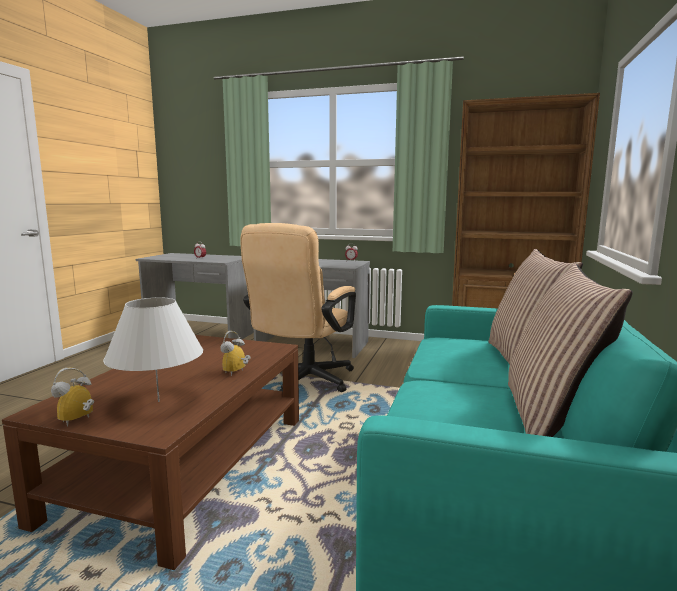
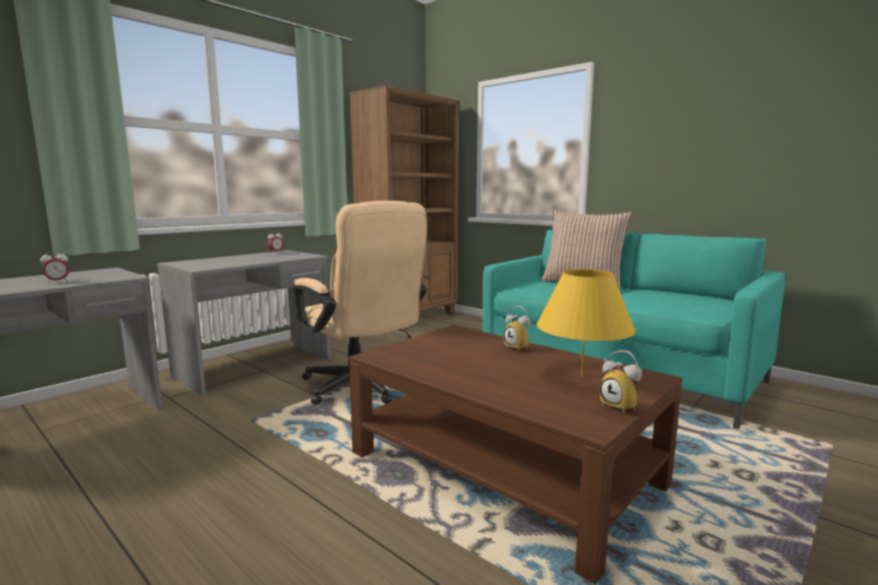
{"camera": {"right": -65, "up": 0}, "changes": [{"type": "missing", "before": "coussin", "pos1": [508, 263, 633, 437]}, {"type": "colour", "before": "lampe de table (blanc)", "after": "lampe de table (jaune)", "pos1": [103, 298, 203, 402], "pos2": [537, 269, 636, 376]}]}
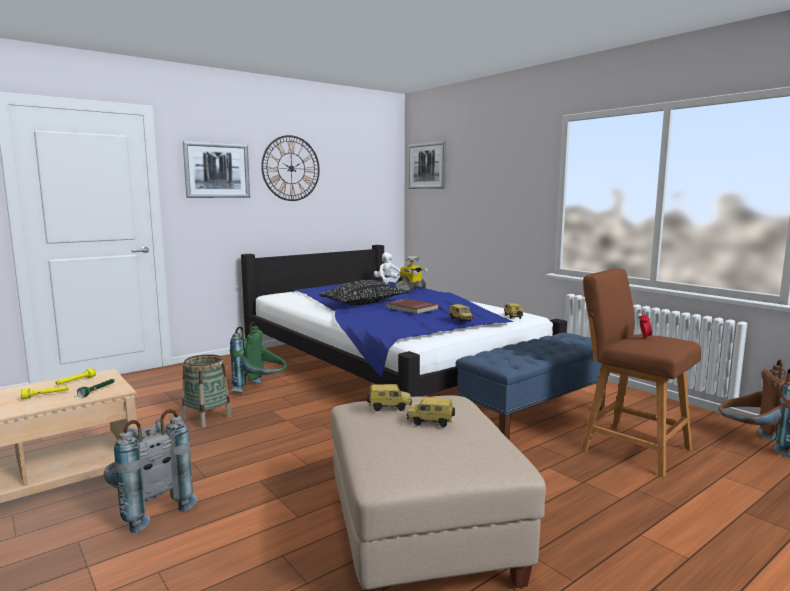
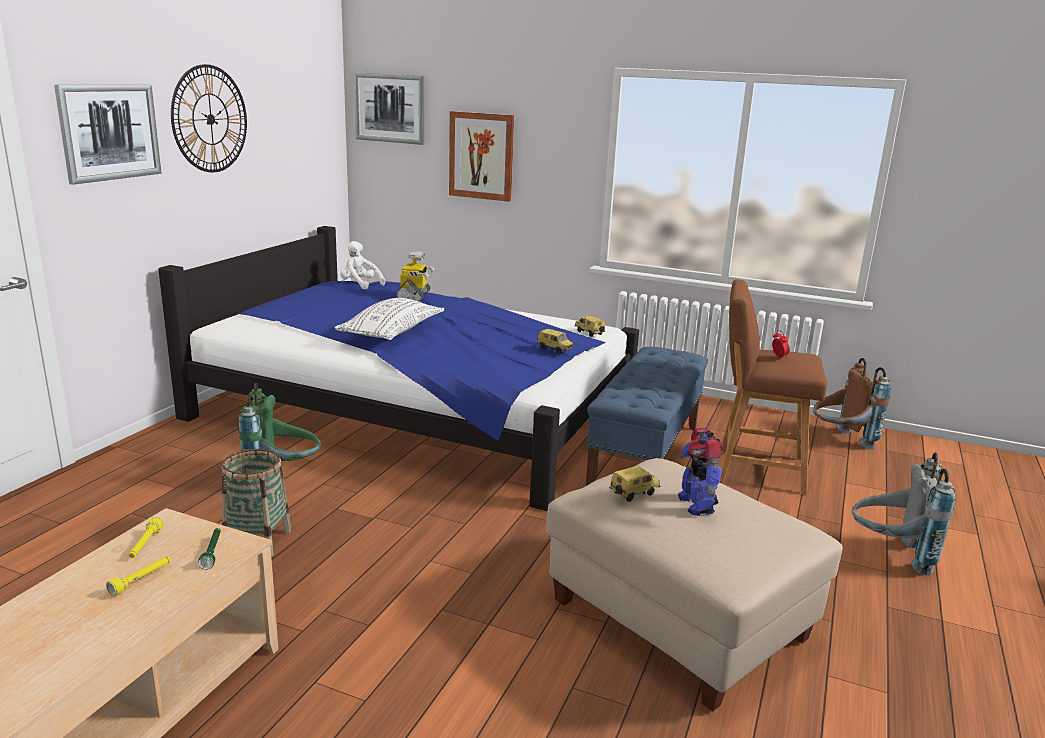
{"camera": {"right": -30, "up": 10}, "changes": [{"type": "colour", "before": "coussin (noir)", "after": "coussin (blanc)", "pos1": [319, 280, 408, 305], "pos2": [334, 298, 444, 340]}, {"type": "missing", "before": "livre (rouge)", "pos1": [386, 299, 439, 314]}, {"type": "exchanged", "before": "petite voiture", "after": "robot jouet", "pos1": [407, 397, 455, 428], "pos2": [678, 428, 723, 516]}, {"type": "relocated", "before": "sac à dos (gris)", "pos1": [104, 409, 197, 533], "pos2": [852, 453, 956, 575]}, {"type": "appeared", "after": "tableau", "pos2": [449, 111, 514, 202]}]}
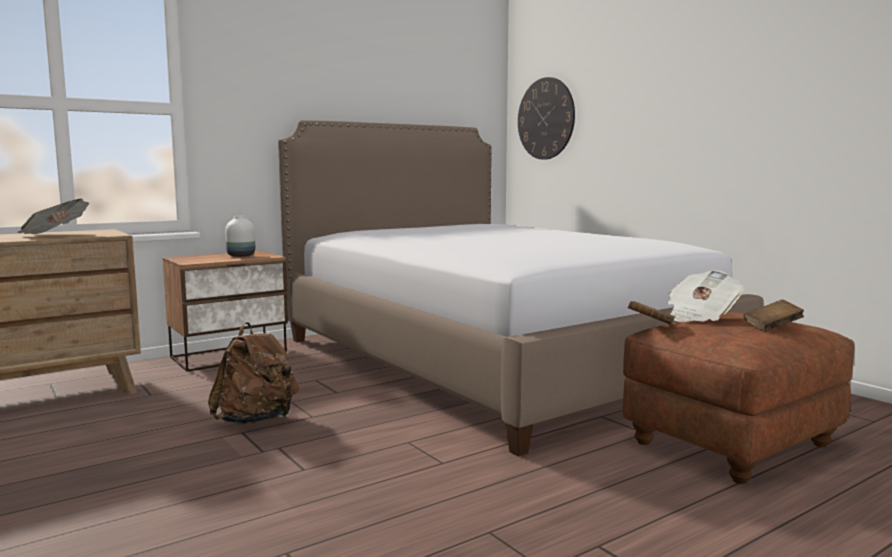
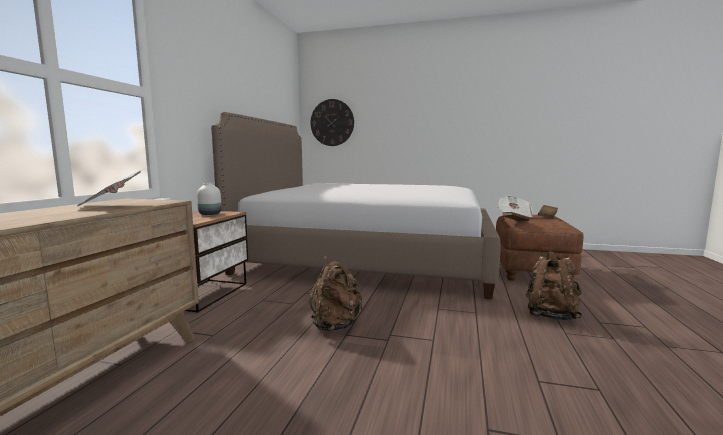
{"camera": {"right": -40, "up": 0}, "changes": [{"type": "appeared", "after": "sac à dos (marron)", "pos2": [525, 252, 582, 320]}]}
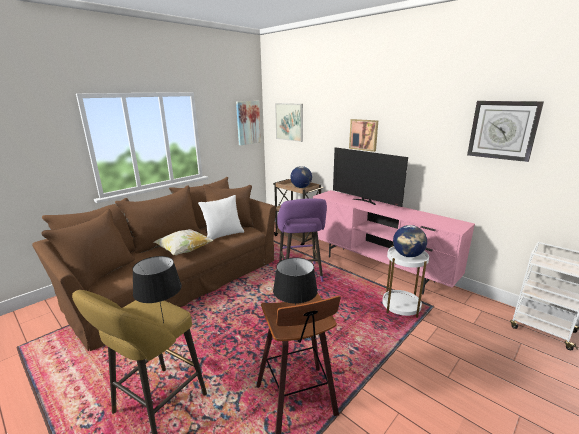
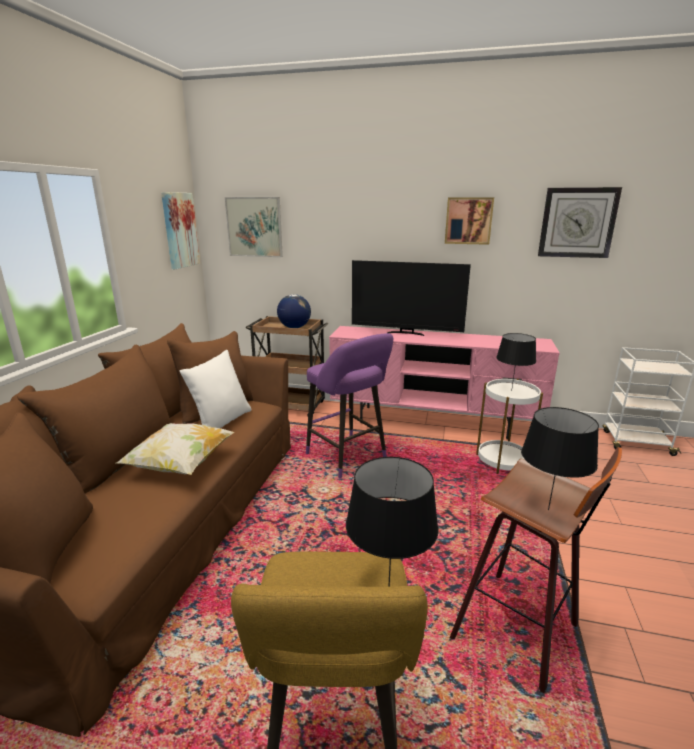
{"camera": {"right": -30, "up": 0}, "changes": [{"type": "relocated", "before": "tableau", "pos1": [349, 119, 378, 152], "pos2": [445, 197, 494, 245]}, {"type": "exchanged", "before": "globe", "after": "lampe de table (noir)", "pos1": [393, 225, 427, 257], "pos2": [496, 333, 536, 391]}]}
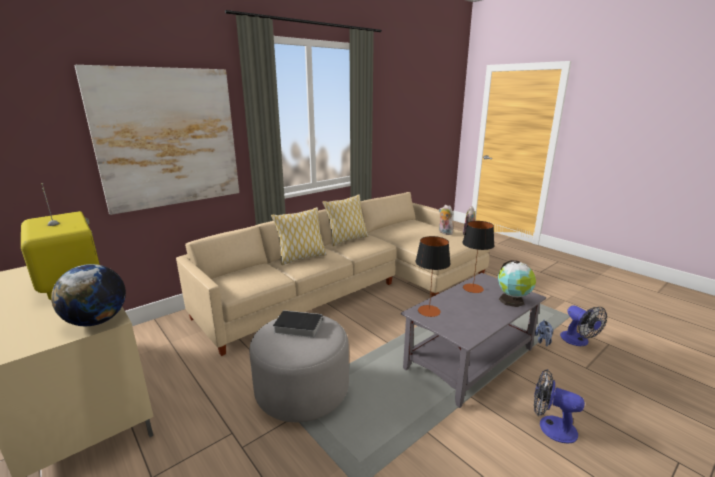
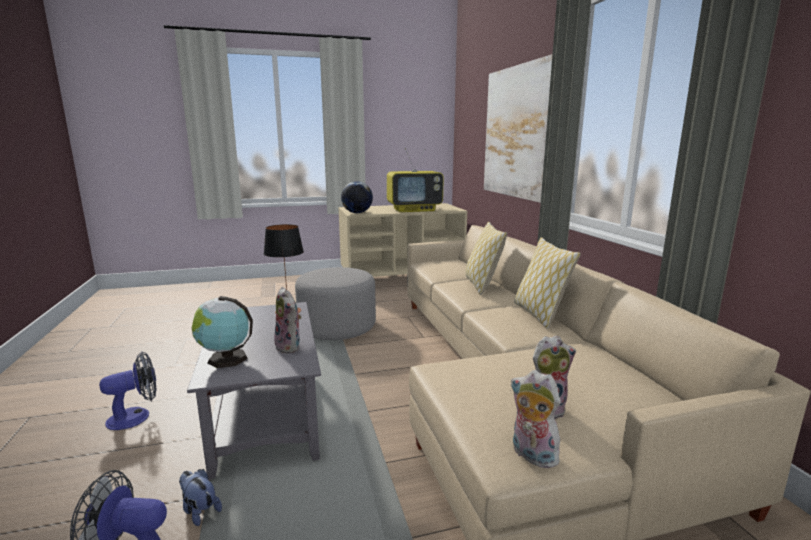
{"camera": {"right": 115, "up": -5}, "changes": [{"type": "exchanged", "before": "lampe de table", "after": "peluche", "pos1": [462, 221, 494, 293], "pos2": [274, 287, 301, 353]}, {"type": "missing", "before": "livre", "pos1": [273, 310, 323, 338]}]}
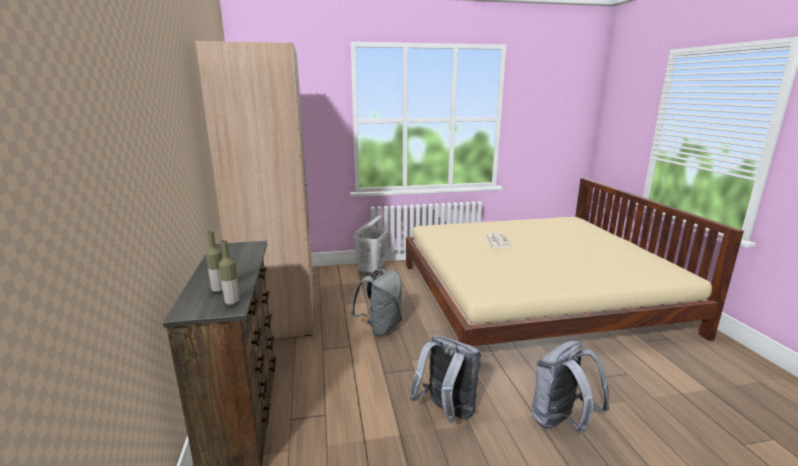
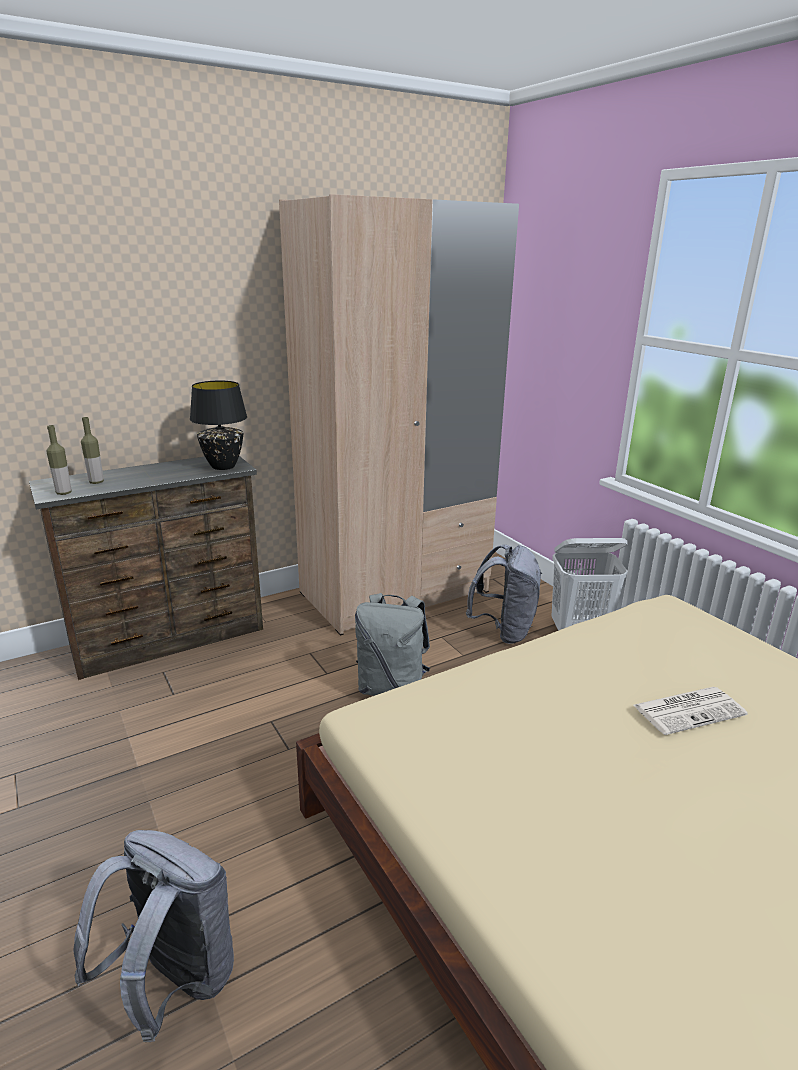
{"camera": {"right": 70, "up": 5}, "changes": [{"type": "relocated", "before": "sac à dos (gris)", "pos1": [409, 335, 481, 423], "pos2": [466, 544, 542, 644]}, {"type": "appeared", "after": "lampe de table (noir)", "pos2": [190, 381, 247, 470]}]}
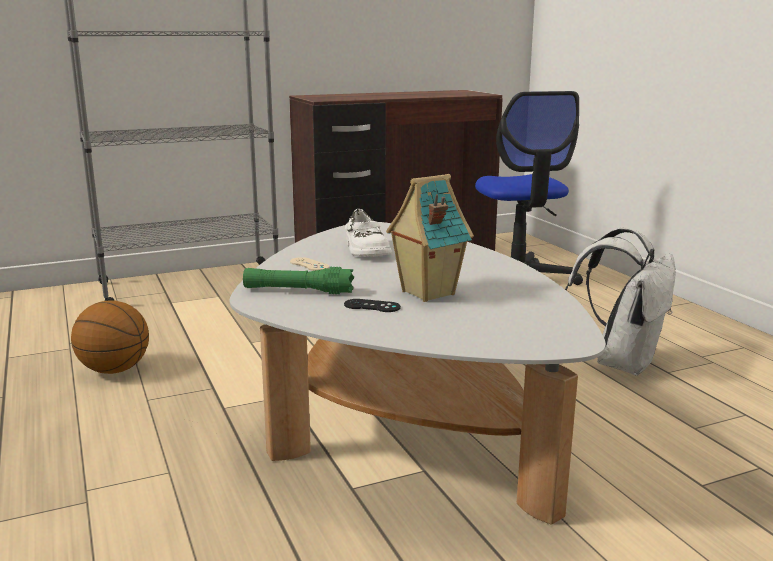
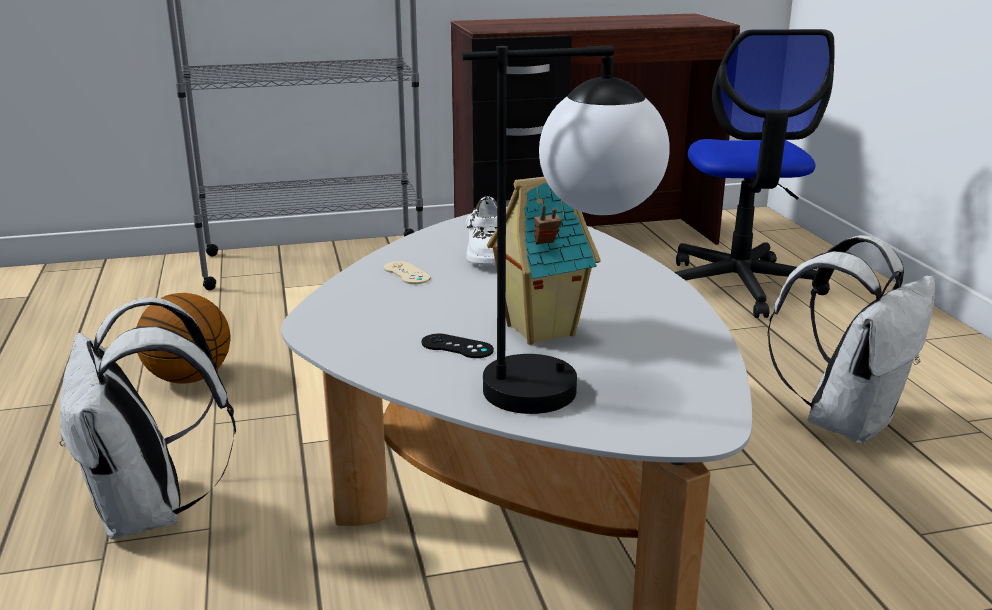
{"camera": {"right": 10, "up": 5}, "changes": [{"type": "missing", "before": "lampe de poche (vert)", "pos1": [243, 267, 354, 294]}, {"type": "appeared", "after": "lampe de table", "pos2": [462, 46, 670, 414]}, {"type": "appeared", "after": "sac à dos (blanc)", "pos2": [59, 297, 236, 539]}]}
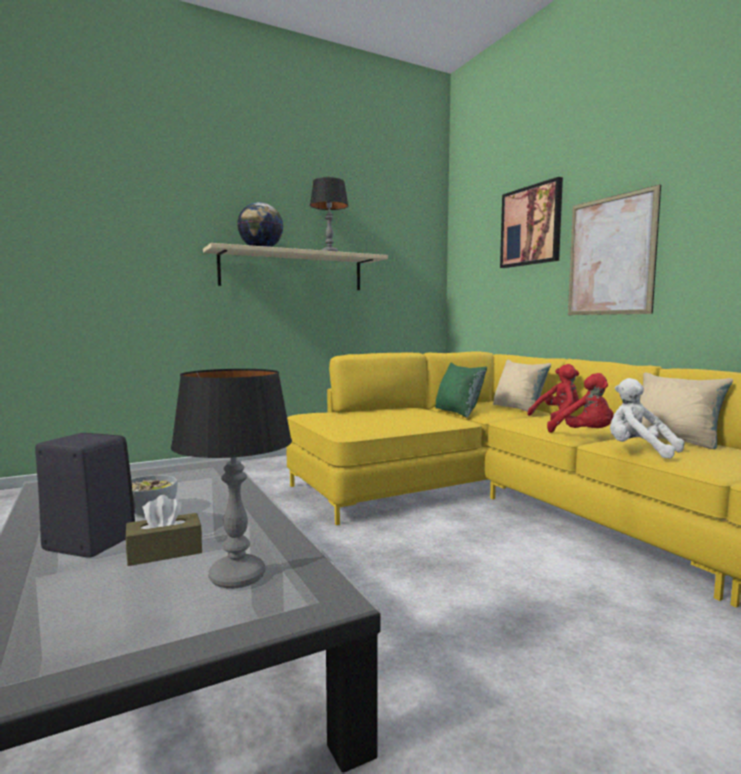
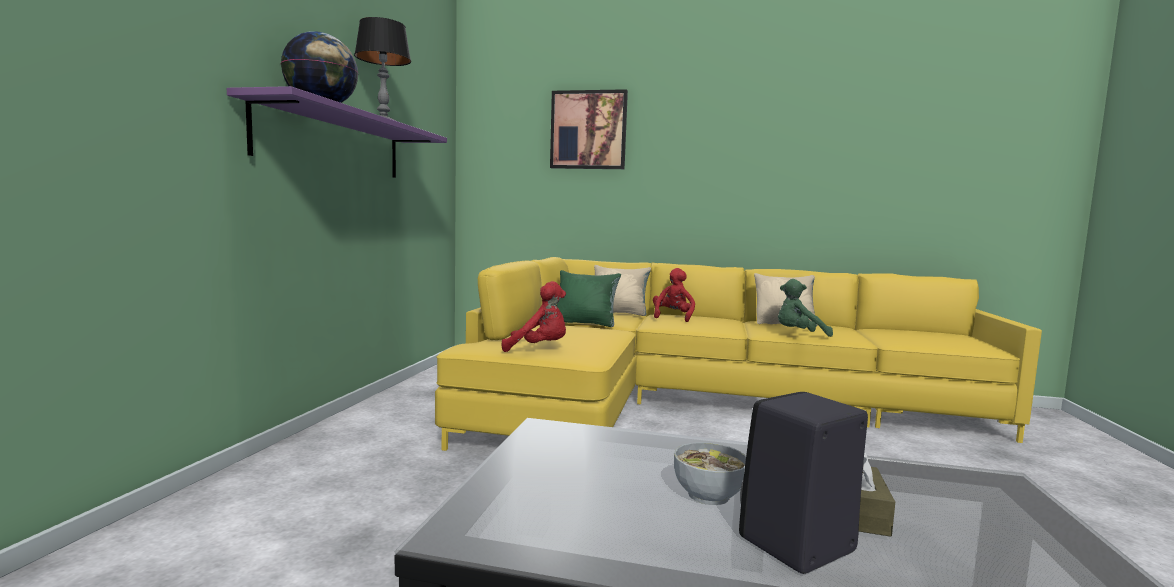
{"camera": {"right": -50, "up": 0}, "changes": [{"type": "missing", "before": "tableau", "pos1": [568, 184, 661, 315]}, {"type": "colour", "before": "étagère (beige)", "after": "étagère (violet)", "pos1": [203, 243, 388, 290], "pos2": [227, 86, 447, 178]}, {"type": "missing", "before": "lampe de table", "pos1": [171, 369, 292, 589]}, {"type": "relocated", "before": "peluche (rouge)", "pos1": [547, 373, 614, 433], "pos2": [502, 281, 566, 352]}, {"type": "colour", "before": "peluche (blanc)", "after": "peluche (vert)", "pos1": [610, 378, 684, 459], "pos2": [778, 279, 833, 337]}]}
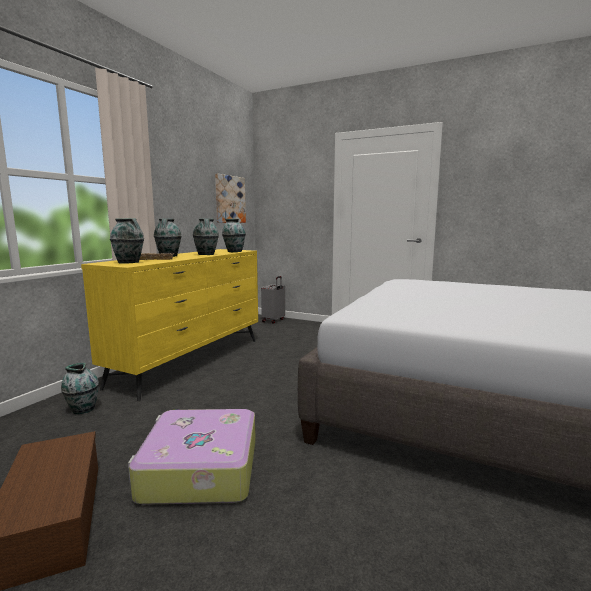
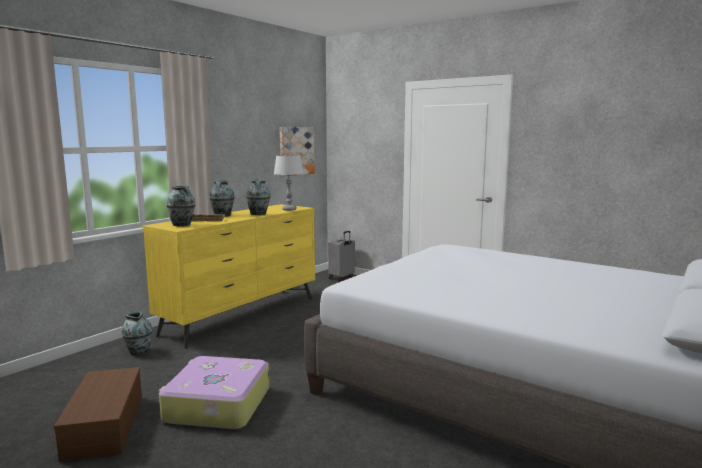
{"camera": {"right": 10, "up": 0}, "changes": [{"type": "exchanged", "before": "vase", "after": "lampe de table (gris)", "pos1": [222, 219, 246, 252], "pos2": [274, 155, 304, 211]}]}
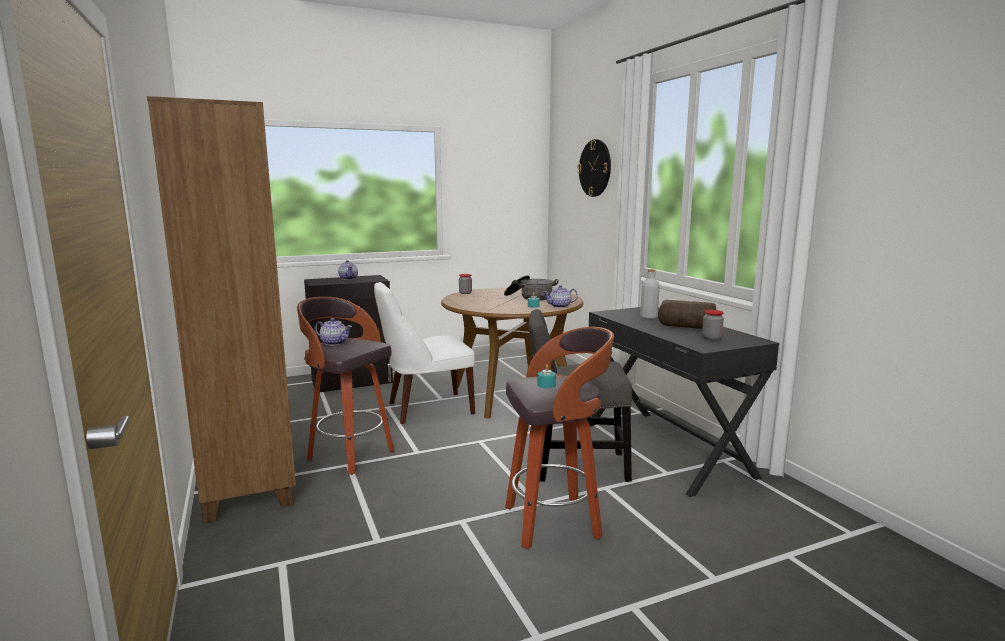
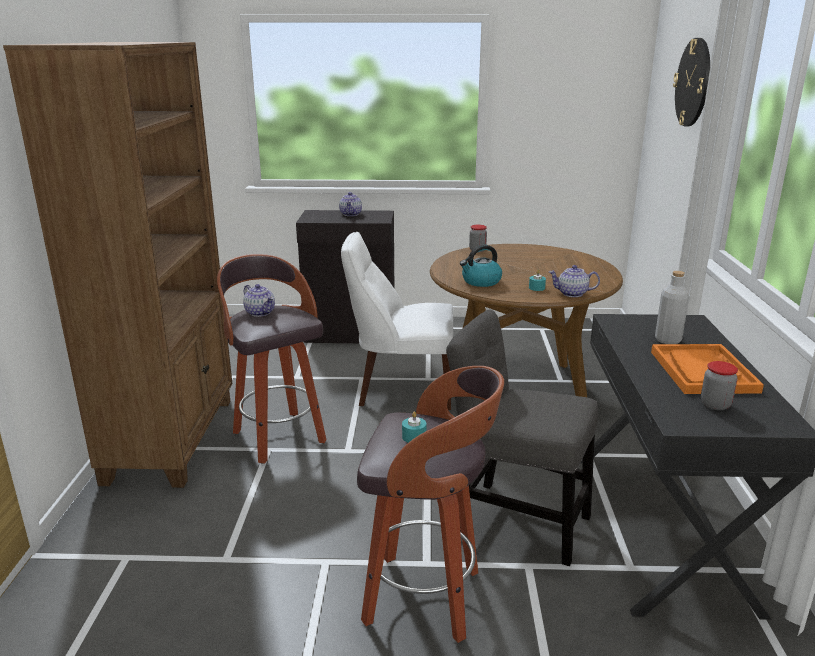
{"camera": {"right": 25, "up": 10}, "changes": [{"type": "missing", "before": "marmite", "pos1": [504, 275, 559, 301]}, {"type": "exchanged", "before": "pain", "after": "plateau (orange)", "pos1": [658, 300, 716, 329], "pos2": [651, 344, 764, 394]}, {"type": "appeared", "after": "bouilloire", "pos2": [460, 245, 502, 287]}]}
